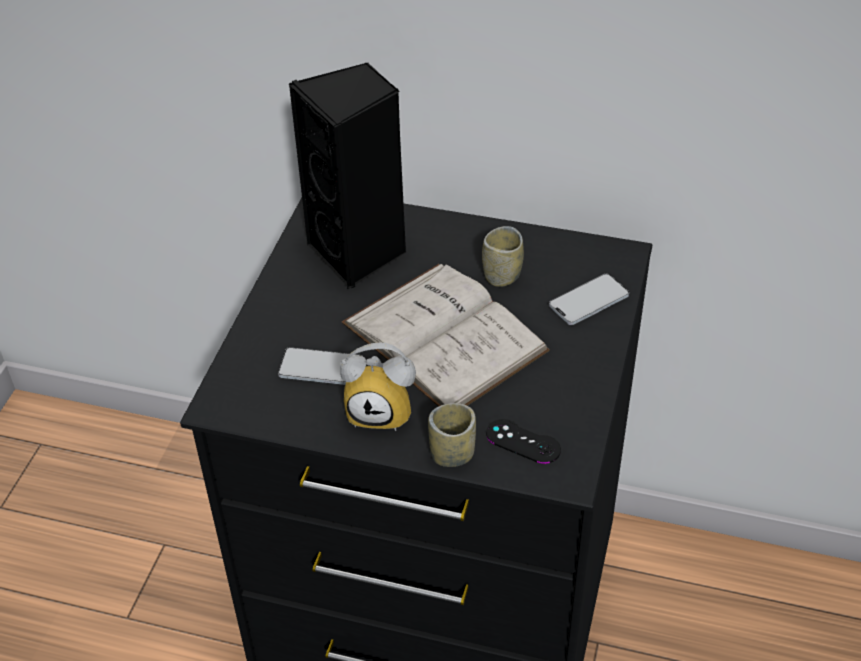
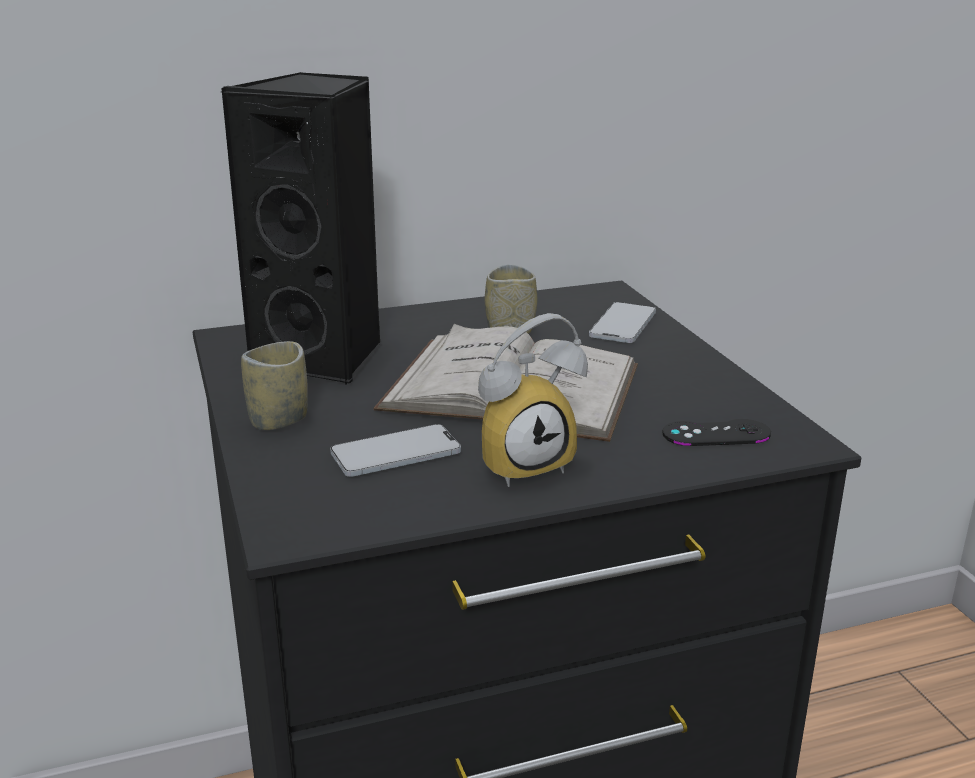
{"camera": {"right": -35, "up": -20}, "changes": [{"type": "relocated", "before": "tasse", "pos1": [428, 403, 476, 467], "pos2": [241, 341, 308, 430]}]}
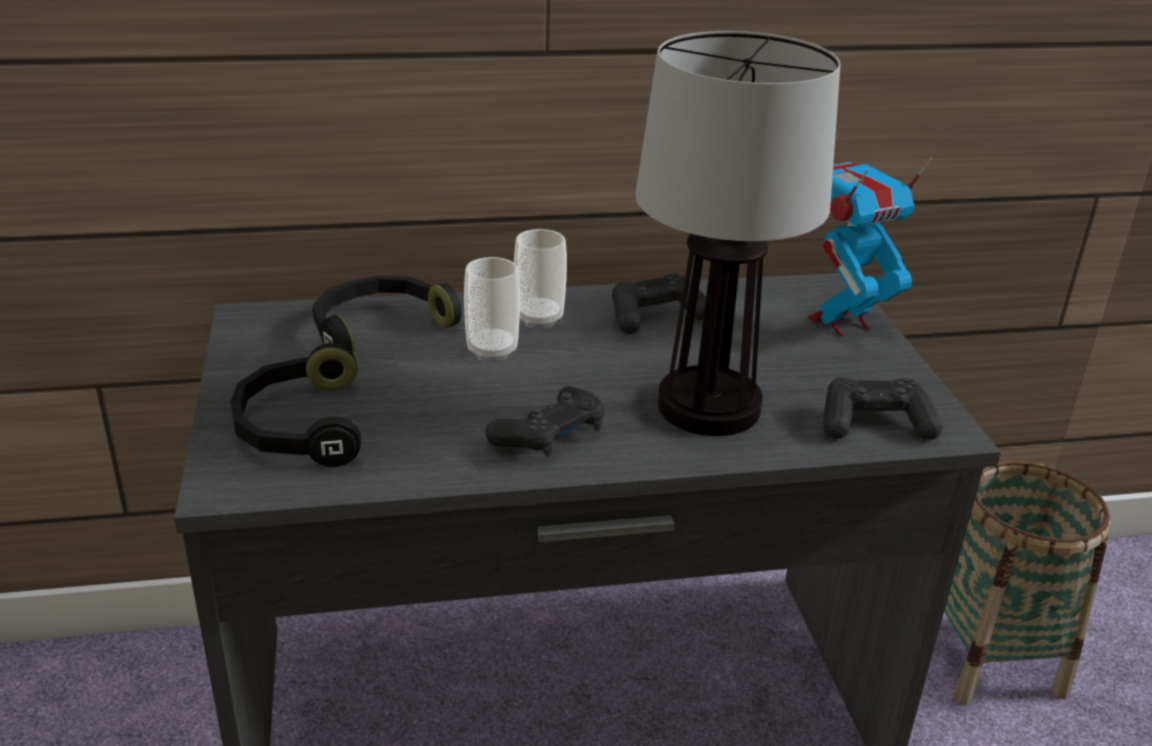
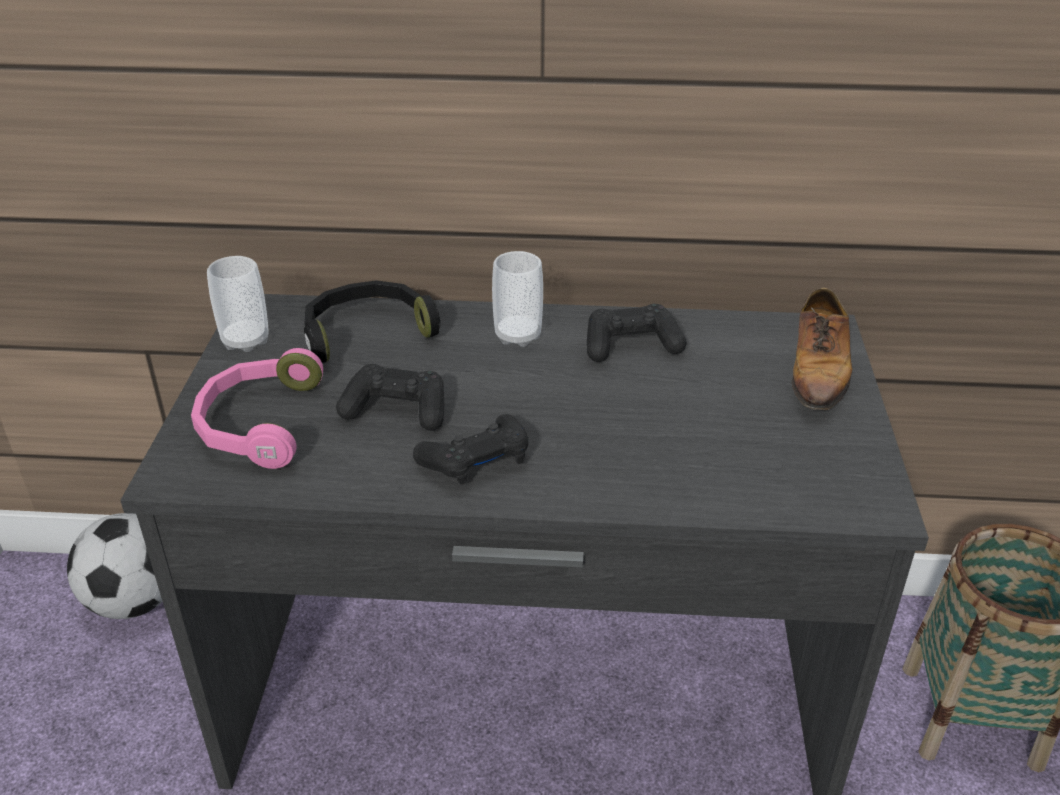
{"camera": {"right": 15, "up": 5}, "changes": [{"type": "missing", "before": "lampe de table", "pos1": [635, 31, 840, 436]}, {"type": "exchanged", "before": "robot jouet", "after": "chaussure", "pos1": [808, 158, 932, 337], "pos2": [792, 288, 852, 410]}, {"type": "relocated", "before": "tasse", "pos1": [464, 257, 520, 361], "pos2": [207, 256, 269, 352]}, {"type": "colour", "before": "casque audio (noir)", "after": "casque audio (rose)", "pos1": [231, 343, 361, 467], "pos2": [191, 348, 323, 469]}, {"type": "relocated", "before": "manette (noir)", "pos1": [824, 378, 943, 439], "pos2": [336, 364, 444, 431]}, {"type": "appeared", "after": "ballon de foot", "pos2": [67, 513, 163, 619]}]}
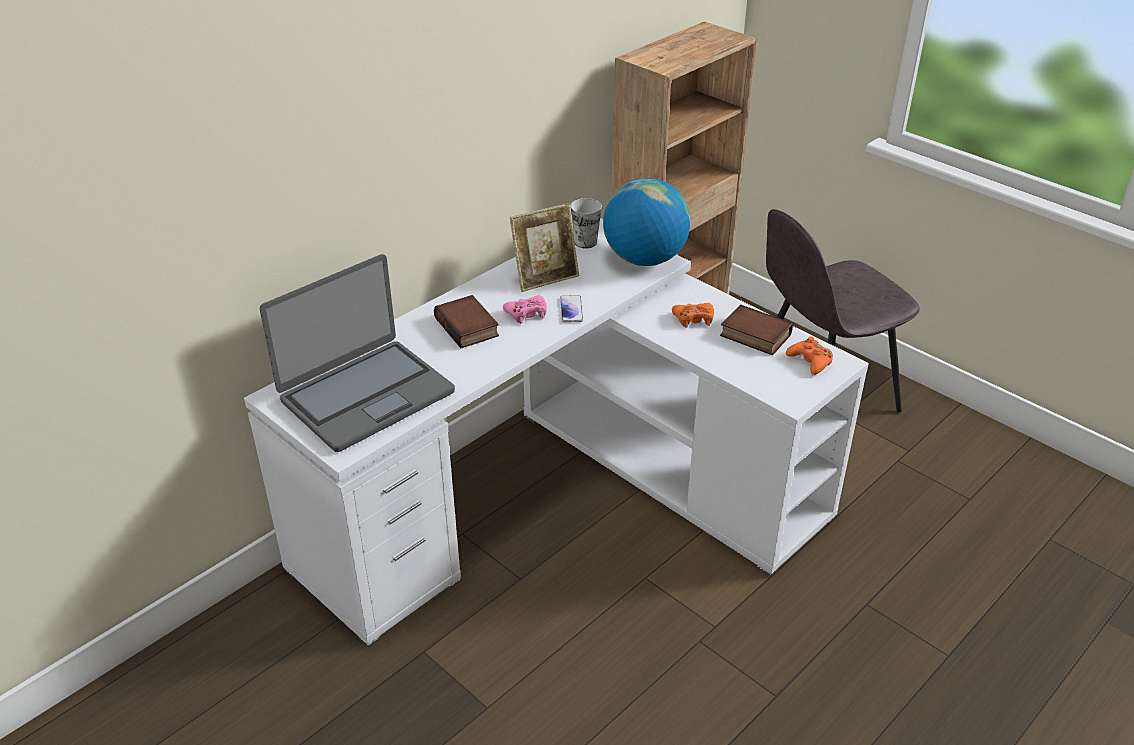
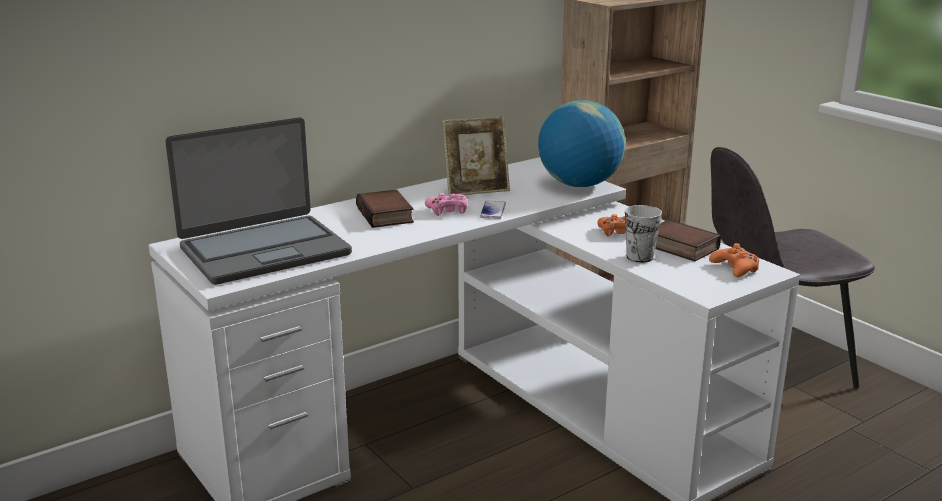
{"camera": {"right": 10, "up": -15}, "changes": [{"type": "relocated", "before": "tasse", "pos1": [571, 198, 602, 248], "pos2": [625, 205, 662, 263]}]}
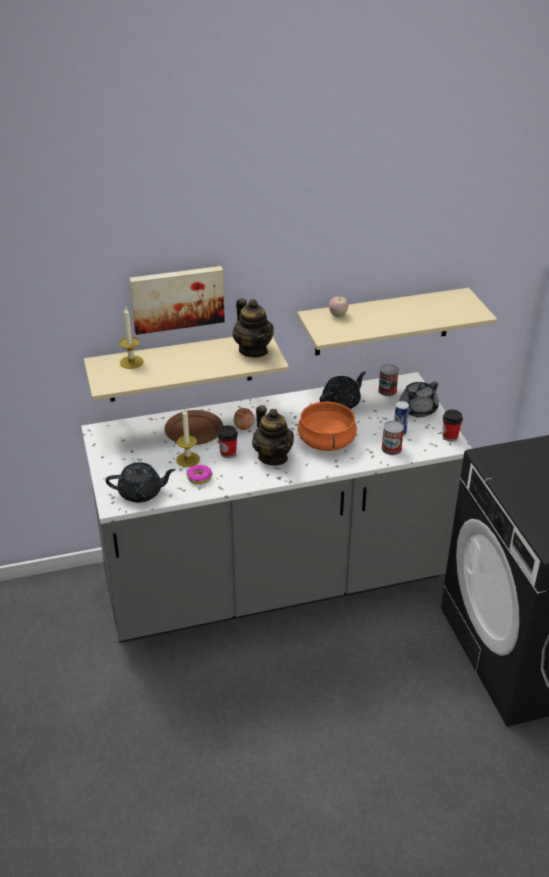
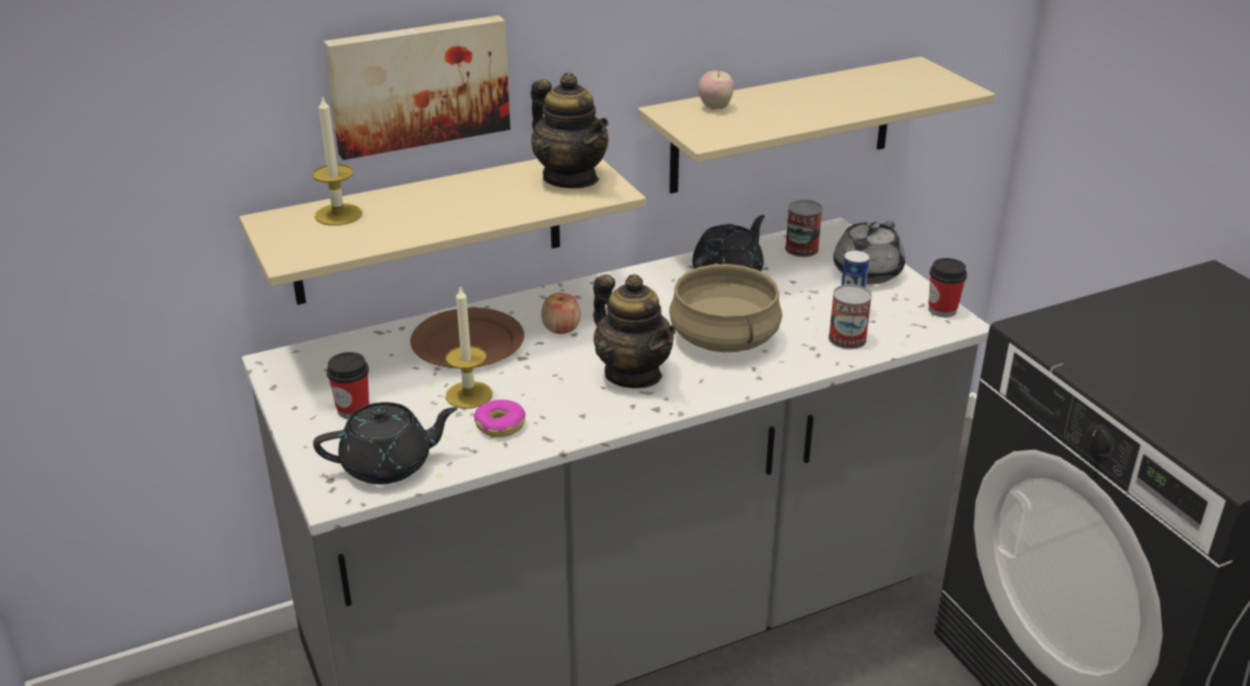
{"camera": {"right": -10, "up": -5}, "changes": [{"type": "colour", "before": "marmite (orange)", "after": "marmite (beige)", "pos1": [298, 400, 357, 451], "pos2": [669, 263, 782, 352]}, {"type": "relocated", "before": "tasse", "pos1": [217, 425, 238, 458], "pos2": [326, 352, 369, 419]}]}
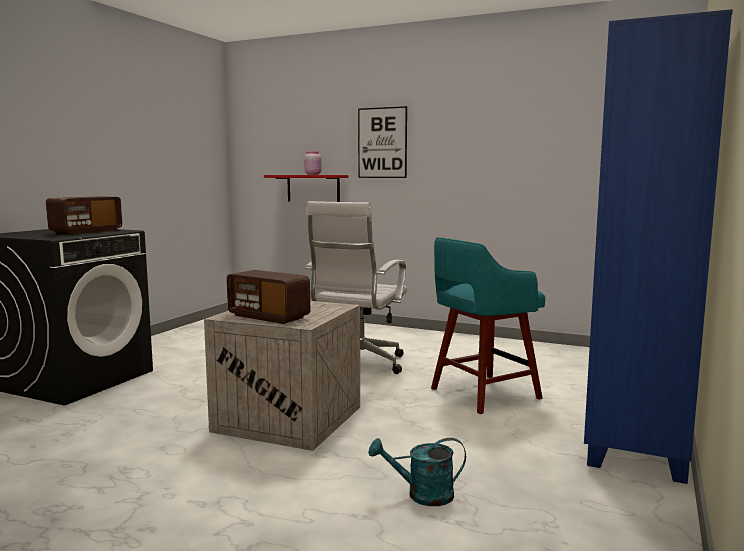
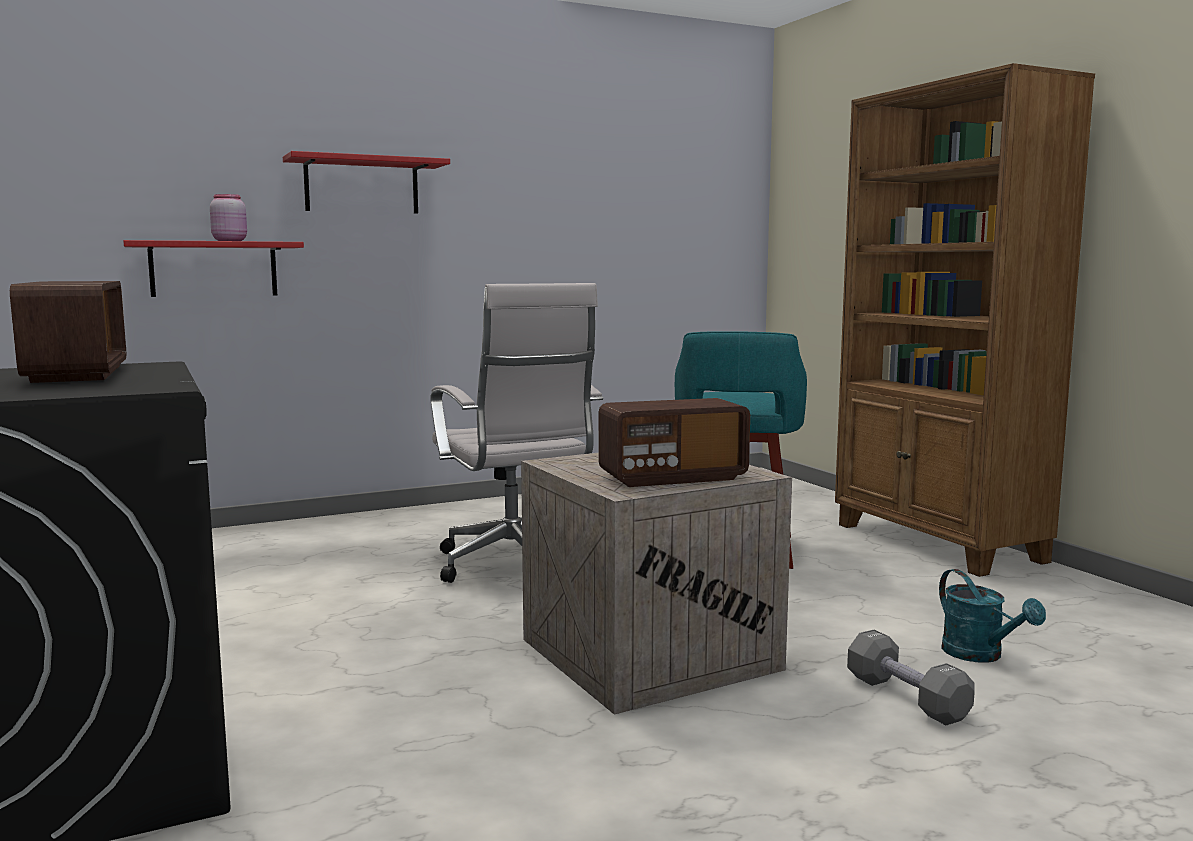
{"camera": {"right": -50, "up": 0}, "changes": [{"type": "colour", "before": "bibliothèque (bleu)", "after": "bibliothèque (marron)", "pos1": [584, 9, 733, 484], "pos2": [835, 63, 1095, 577]}, {"type": "exchanged", "before": "tableau", "after": "étagère (rouge)", "pos1": [358, 106, 407, 178], "pos2": [283, 151, 450, 214]}, {"type": "spun", "before": "arrosoir (turquoise)", "pos1": [369, 438, 466, 506], "pos2": [939, 569, 1046, 662], "turn": -60}, {"type": "appeared", "after": "haltère (gris)", "pos2": [847, 630, 975, 725]}]}
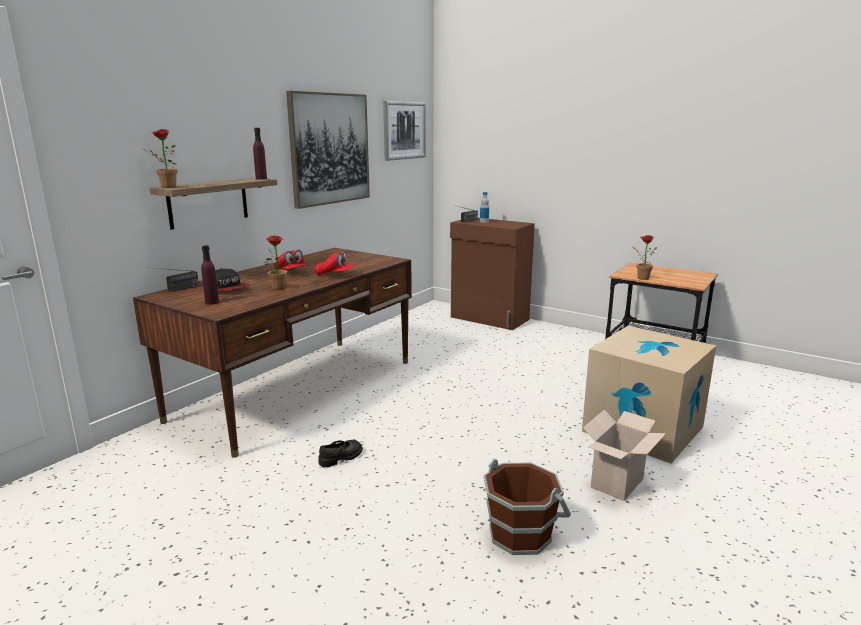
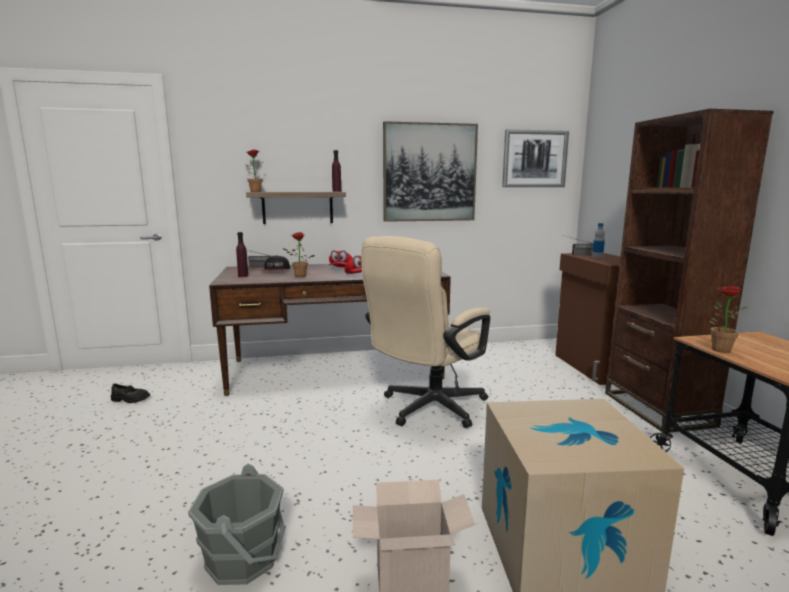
{"camera": {"right": 45, "up": -5}, "changes": [{"type": "relocated", "before": "chaussure (noir)", "pos1": [318, 439, 363, 468], "pos2": [111, 383, 150, 403]}, {"type": "colour", "before": "seau (marron)", "after": "seau (gris)", "pos1": [484, 459, 571, 555], "pos2": [188, 464, 285, 585]}, {"type": "appeared", "after": "bibliothèque (marron)", "pos2": [605, 109, 774, 433]}, {"type": "appeared", "after": "chaise de bureau (beige)", "pos2": [361, 236, 490, 428]}]}
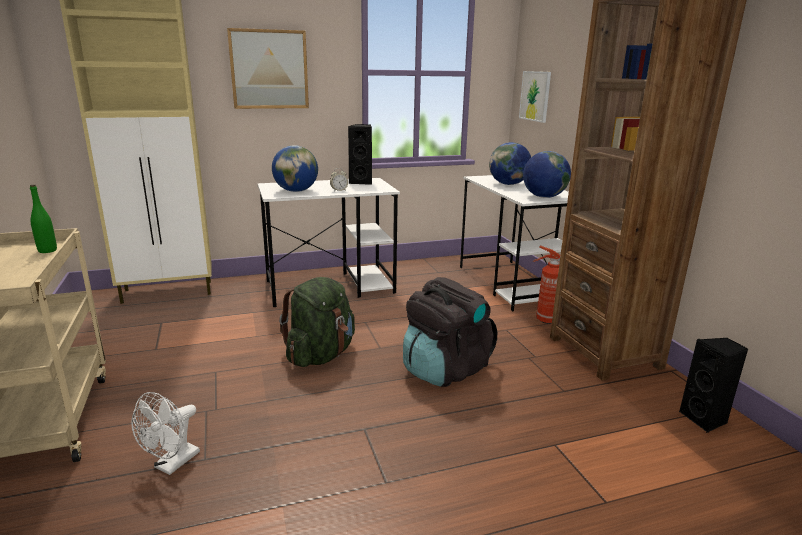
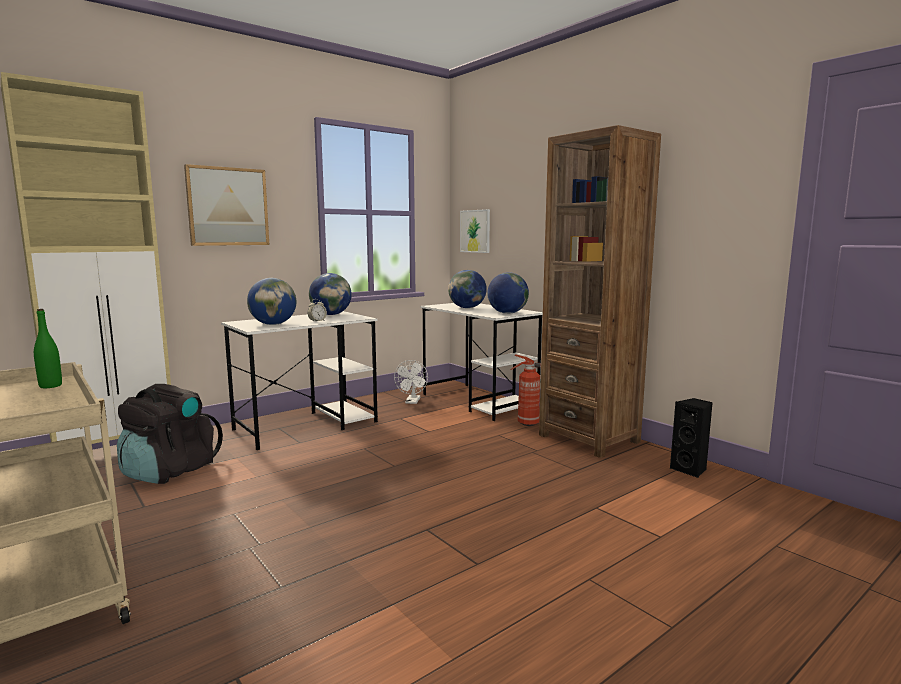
{"camera": {"right": -20, "up": -10}, "changes": [{"type": "exchanged", "before": "enceinte (noir)", "after": "globe", "pos1": [348, 124, 372, 185], "pos2": [309, 273, 352, 315]}, {"type": "missing", "before": "sac à dos (vert)", "pos1": [279, 277, 355, 367]}, {"type": "relocated", "before": "sac à dos (noir)", "pos1": [403, 277, 497, 387], "pos2": [117, 384, 223, 484]}, {"type": "relocated", "before": "ventilateur (blanc)", "pos1": [131, 392, 200, 475], "pos2": [394, 360, 428, 404]}]}
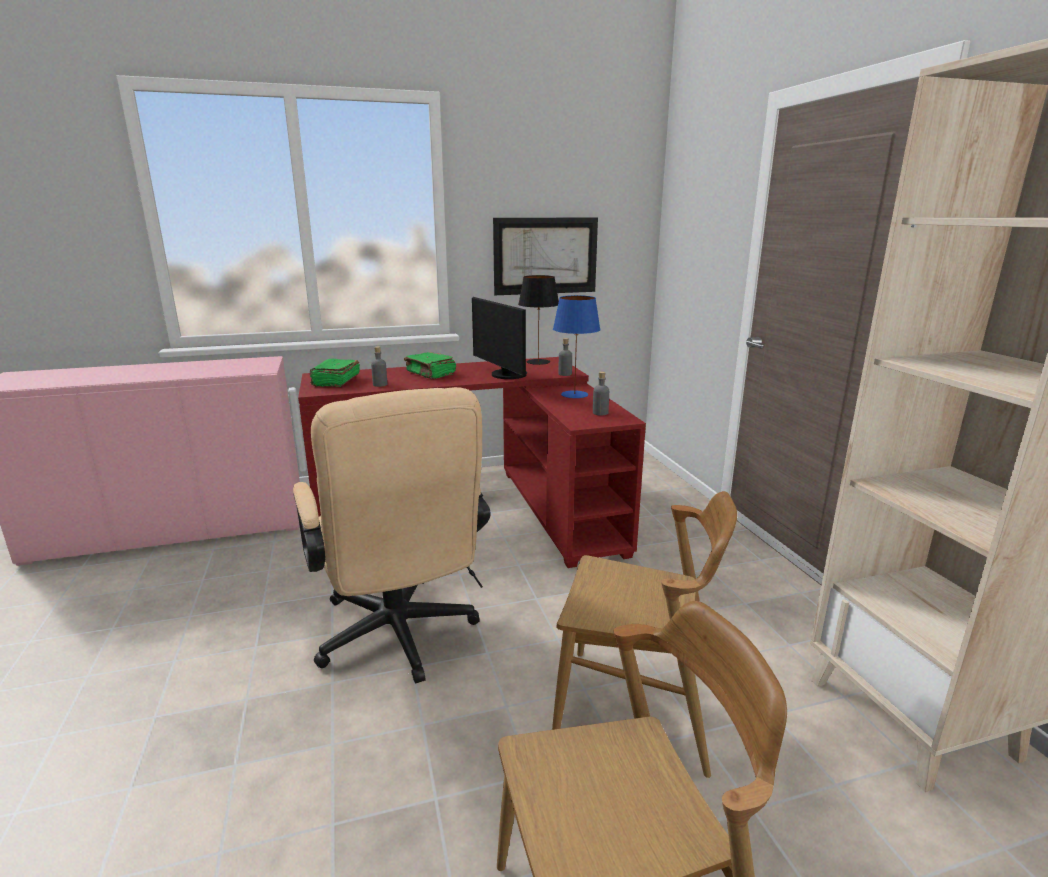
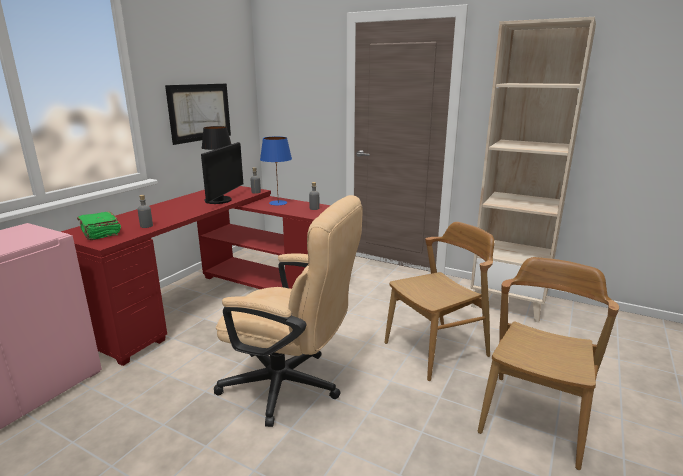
{"camera": {"right": -45, "up": 0}, "changes": [{"type": "spun", "before": "écran d'ordinateur", "pos1": [472, 297, 527, 379], "pos2": [201, 142, 243, 204], "turn": -90}, {"type": "missing", "before": "livre (vert)", "pos1": [404, 352, 456, 379]}]}
